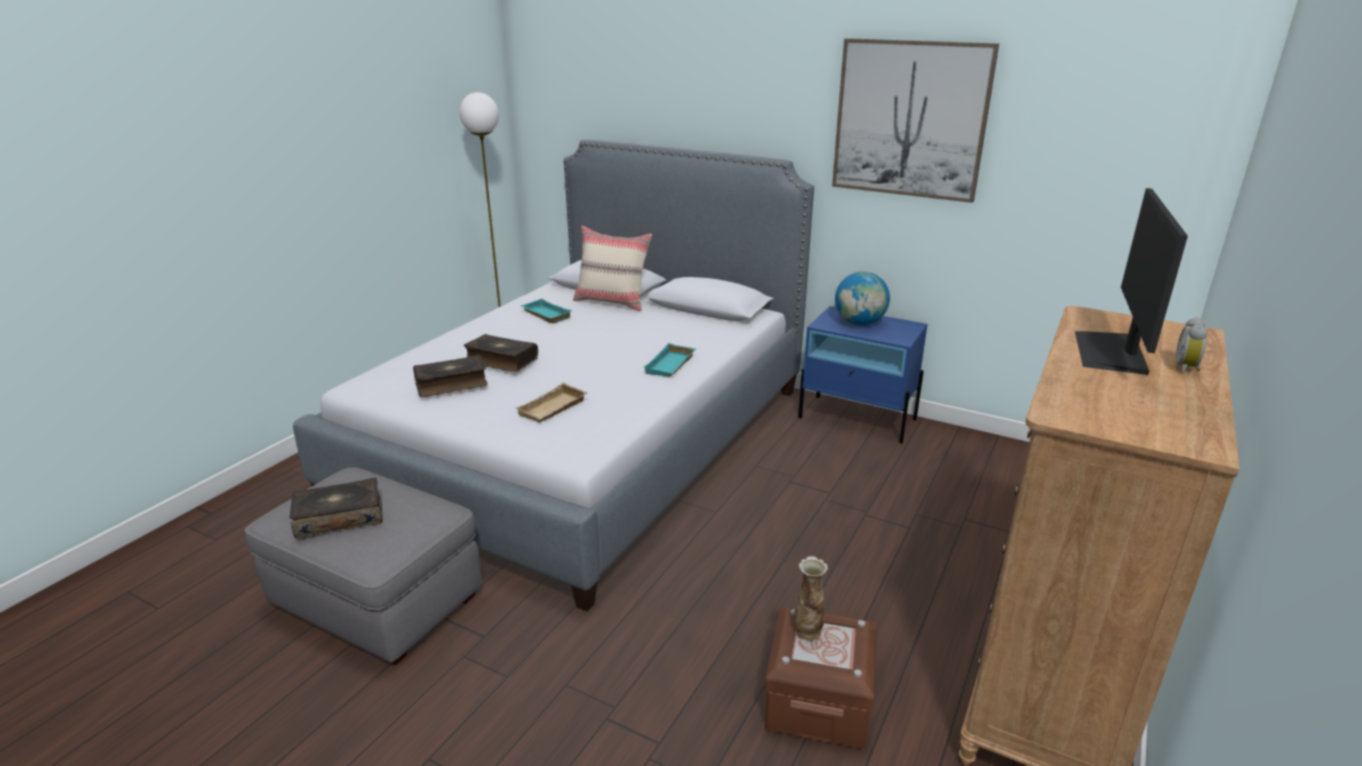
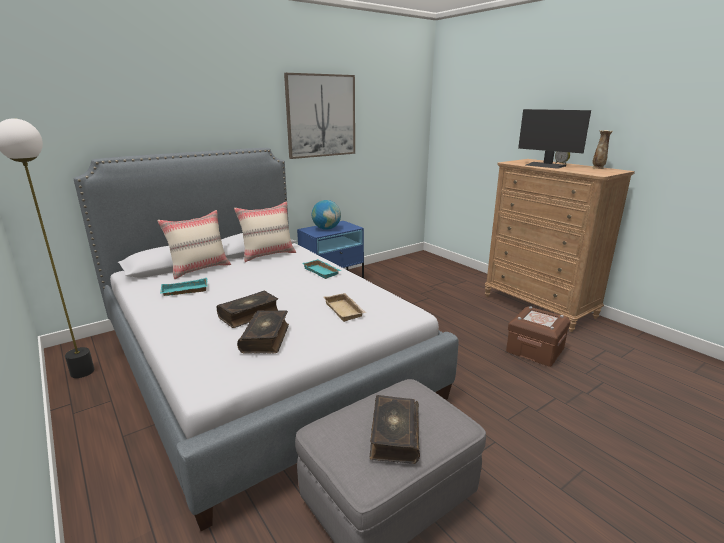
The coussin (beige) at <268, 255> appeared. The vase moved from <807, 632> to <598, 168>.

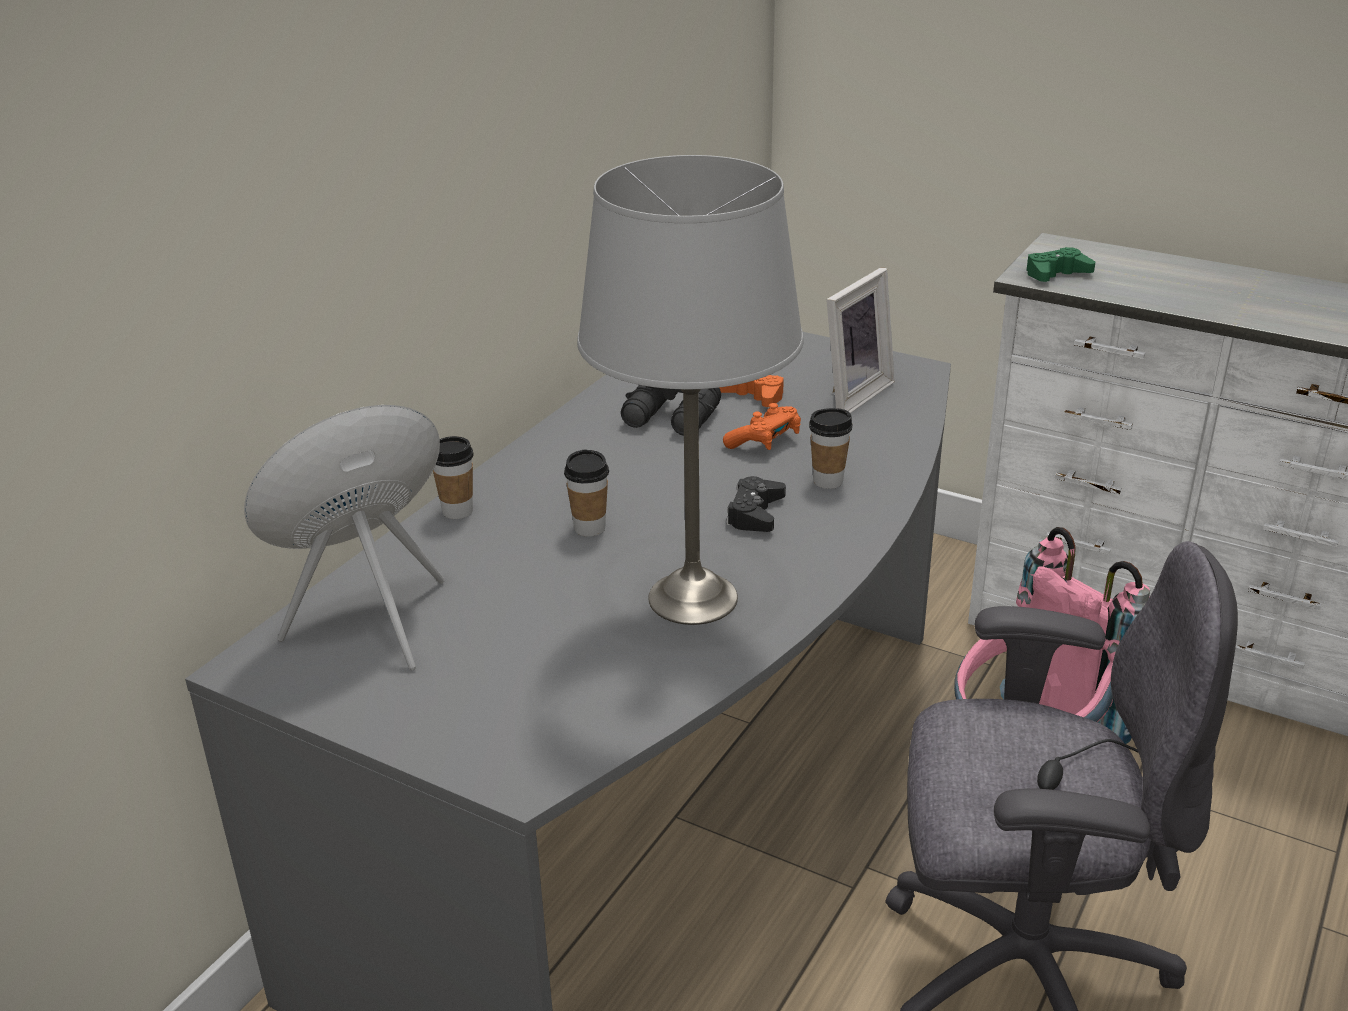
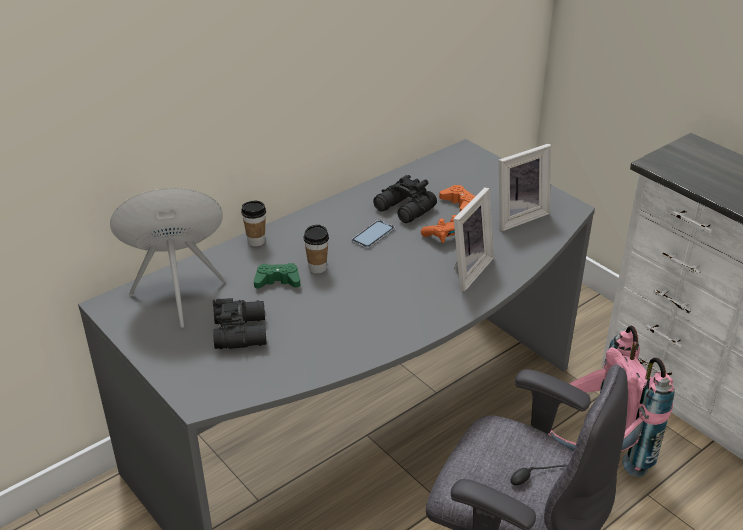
The lampe de table (gris) at <691, 599> disappeared. The manette (noir) at <755, 513> disappeared. The jumelles (noir) at <242, 331> appeared. The téléphone at <373, 235> appeared. The manette (vert) moved from <1056, 274> to <277, 281>. The tasse at <828, 481> was replaced by the cadre photo at <466, 270>.

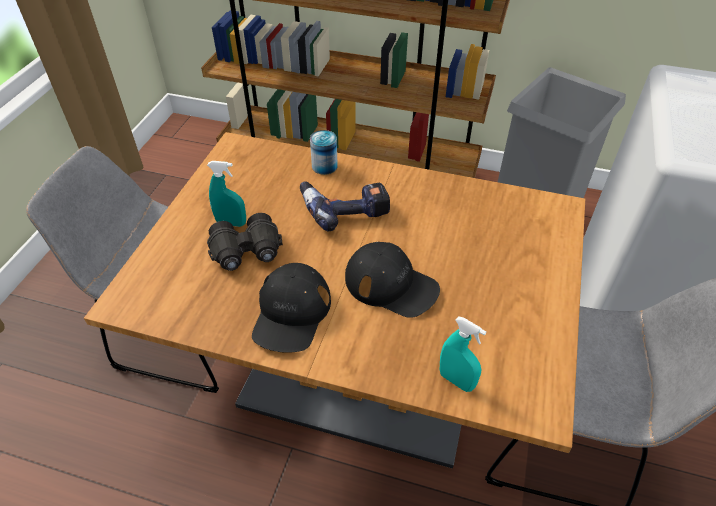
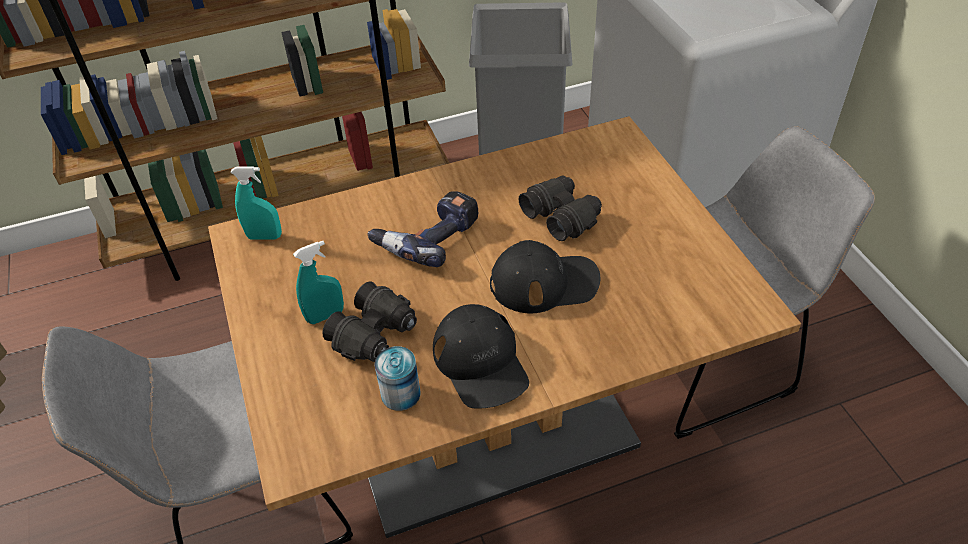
The jumelles (noir) at <561, 216> appeared. The boîte métallique moved from <324, 166> to <400, 394>. The vaporisateur (turquoise) moved from <456, 380> to <264, 236>.

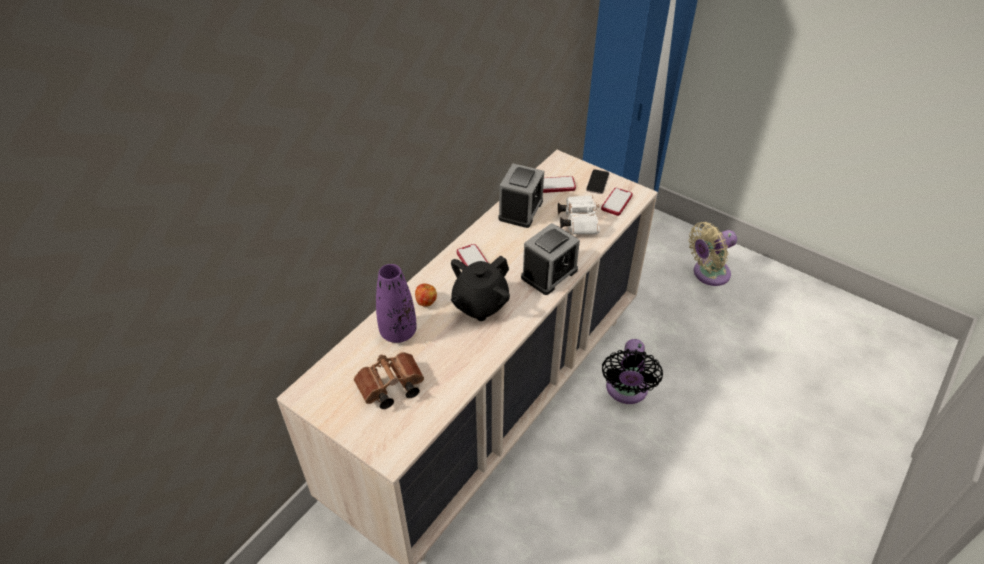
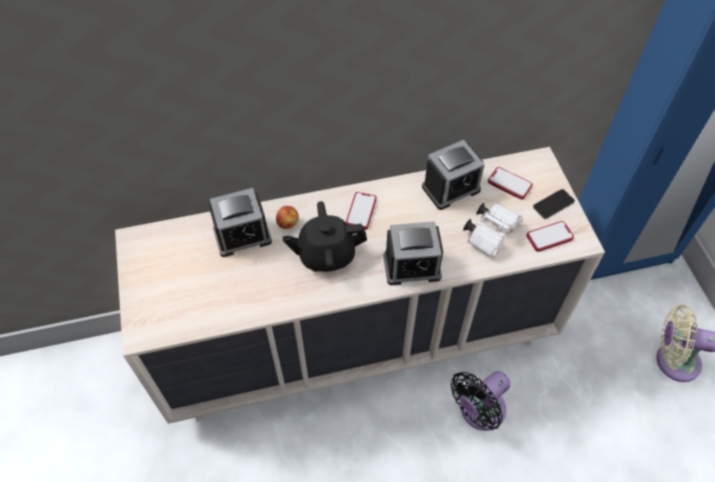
The jumelles (marron) at <389, 388> disappeared. The vase (violet) at <398, 332> was replaced by the réveil at <242, 236>.

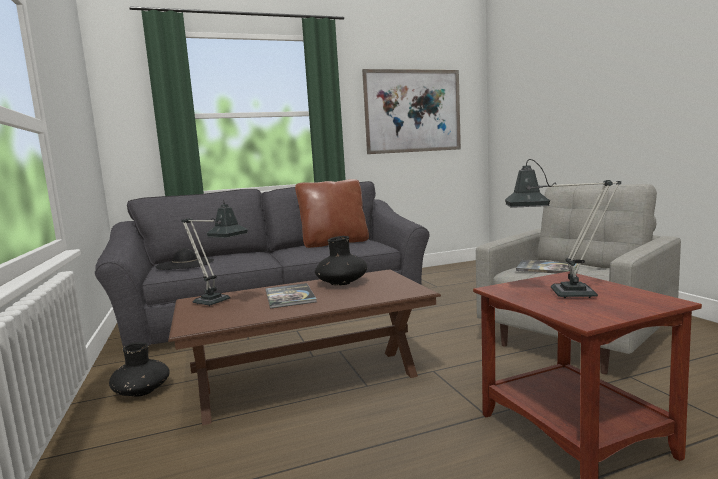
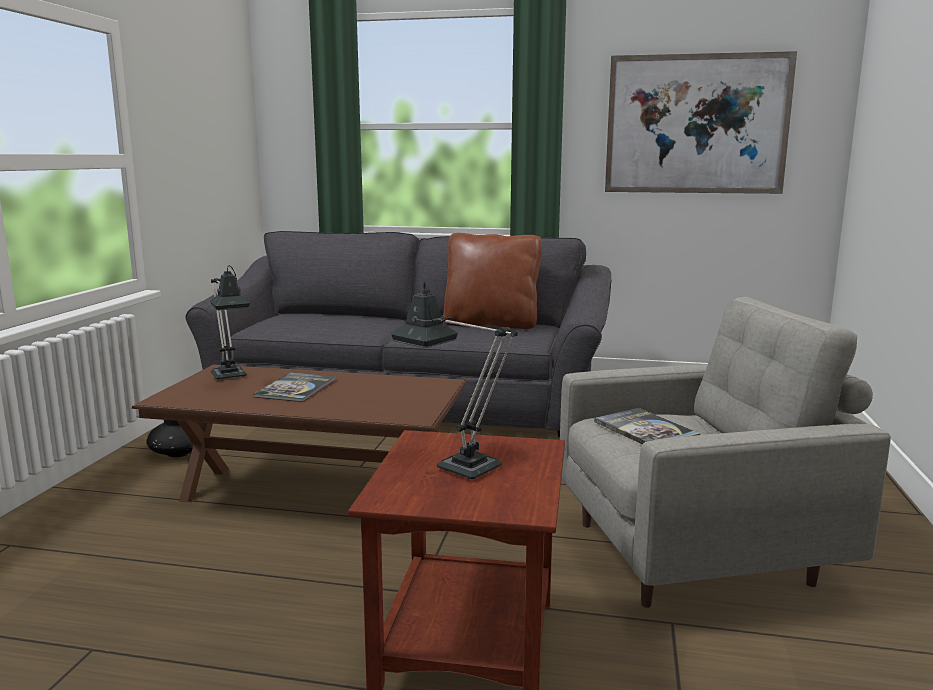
The chapeau (noir) at <185, 264> disappeared. The vase (noir) at <341, 283> disappeared.

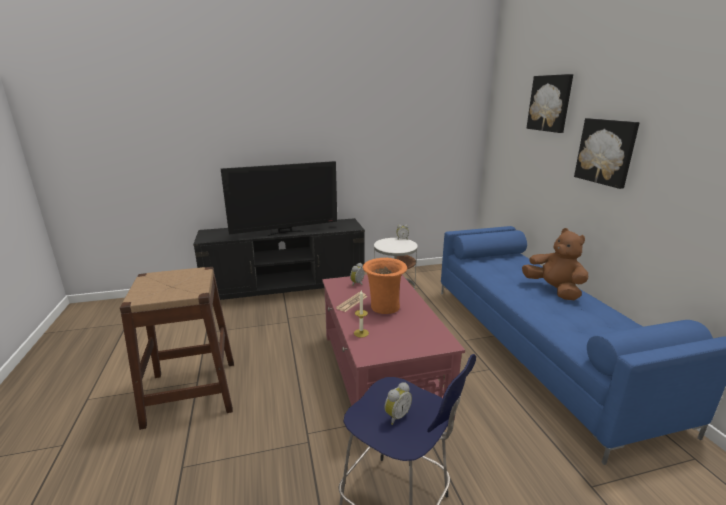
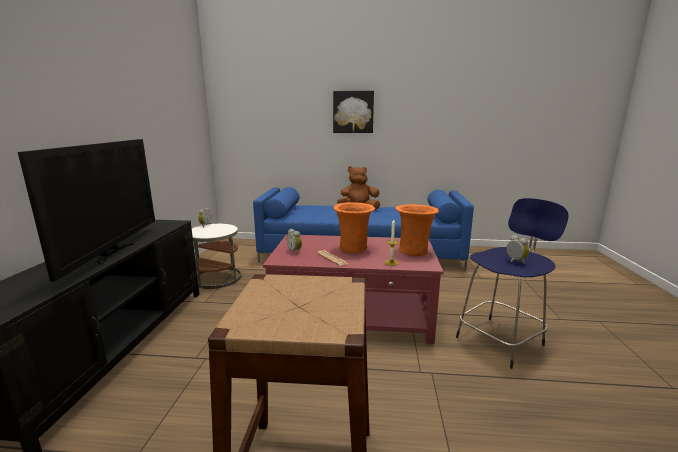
The tableau at <550, 103> disappeared. The vase (orange) at <413, 251> appeared.

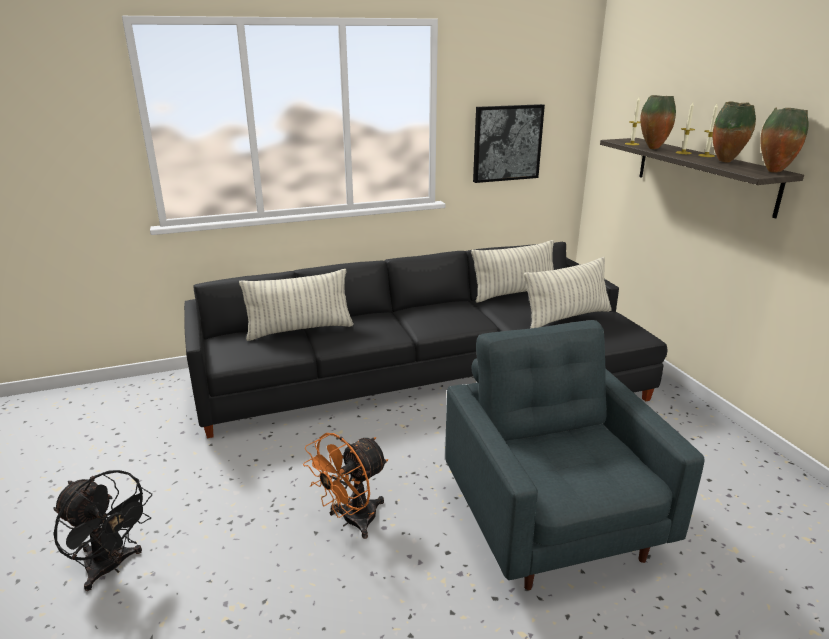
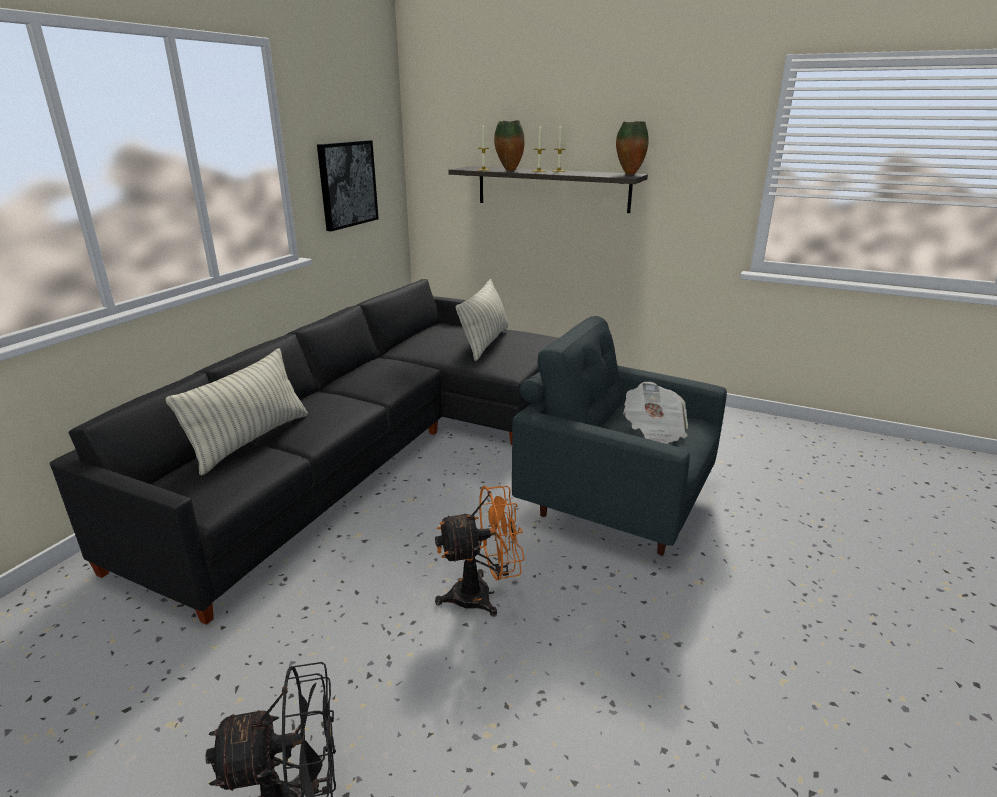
The coussin at <514, 293> disappeared. The vase at <726, 162> disappeared. The journal at <654, 431> appeared. The ventilateur (orange) at <351, 521> turned 105 degrees counterclockwise.

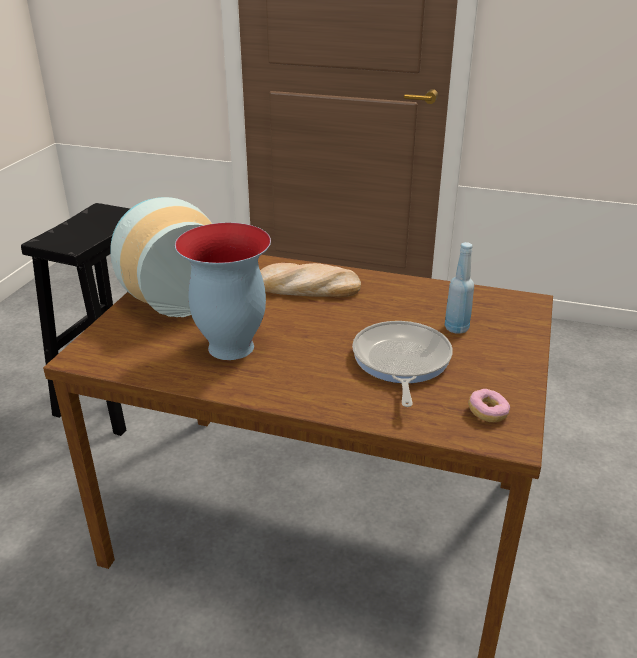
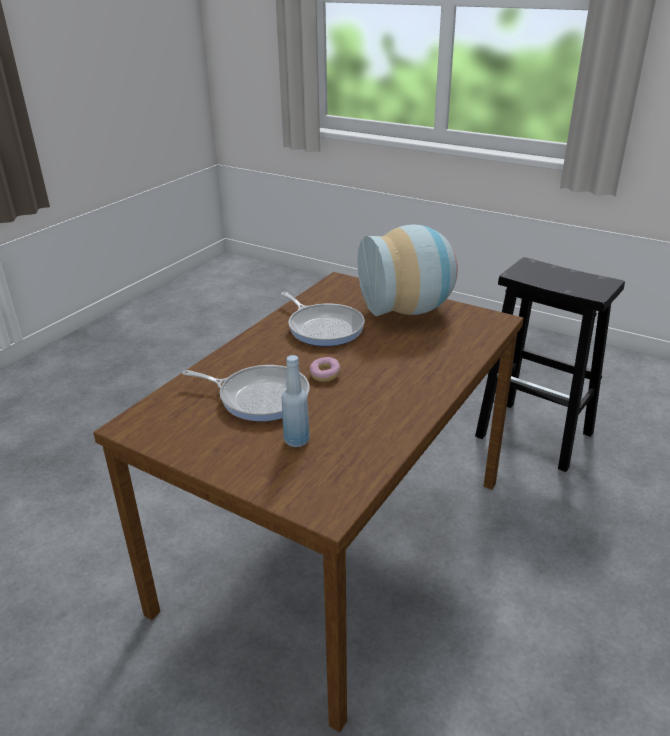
The pain at <307, 287> disappeared. The beignet moved from <487, 413> to <325, 375>. The vase at <229, 347> was replaced by the poêle at <324, 327>.

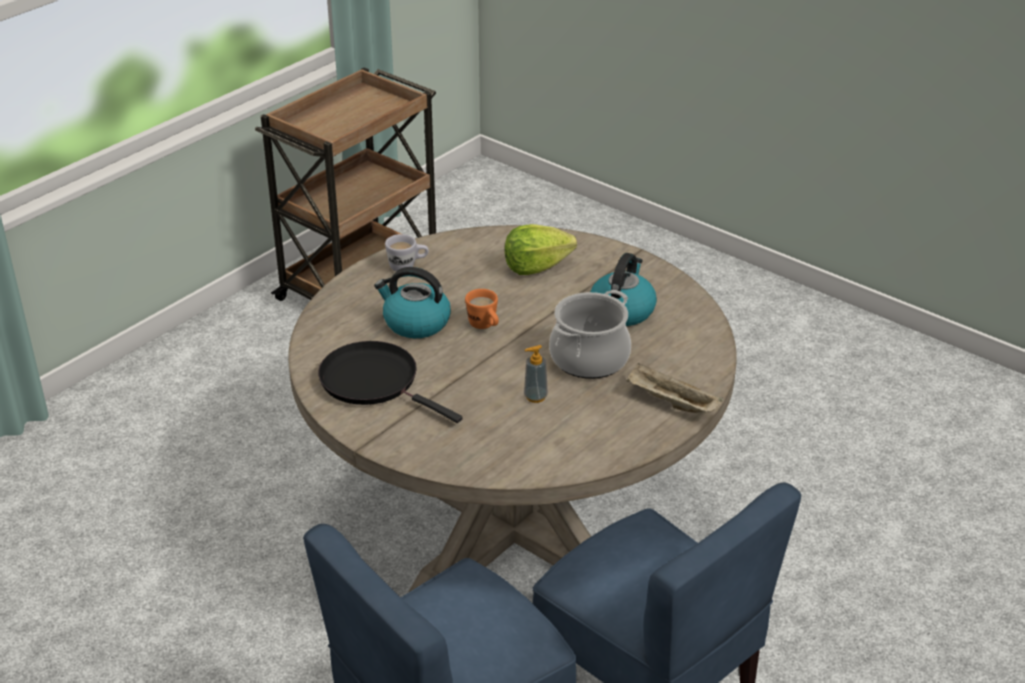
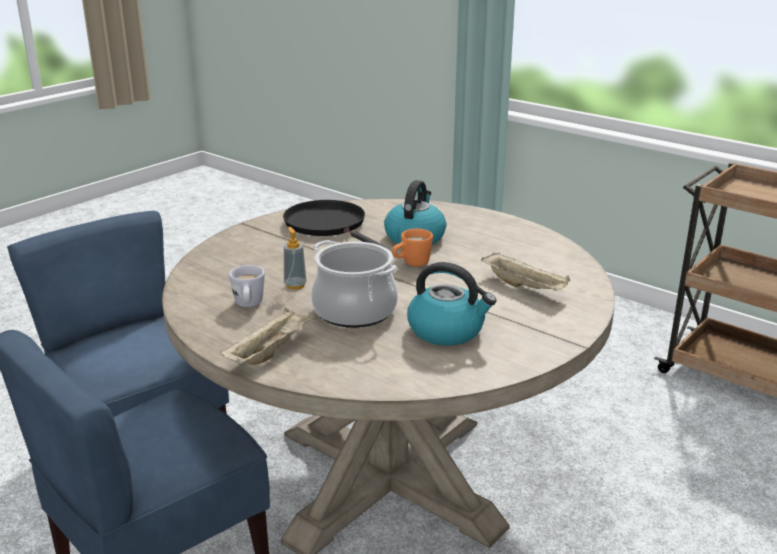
The mug (blanc) moved from <407, 266> to <248, 305>. The laitue at <536, 267> was replaced by the plateau (beige) at <525, 287>. The poêle (noir) at <374, 382> turned 75 degrees counterclockwise.

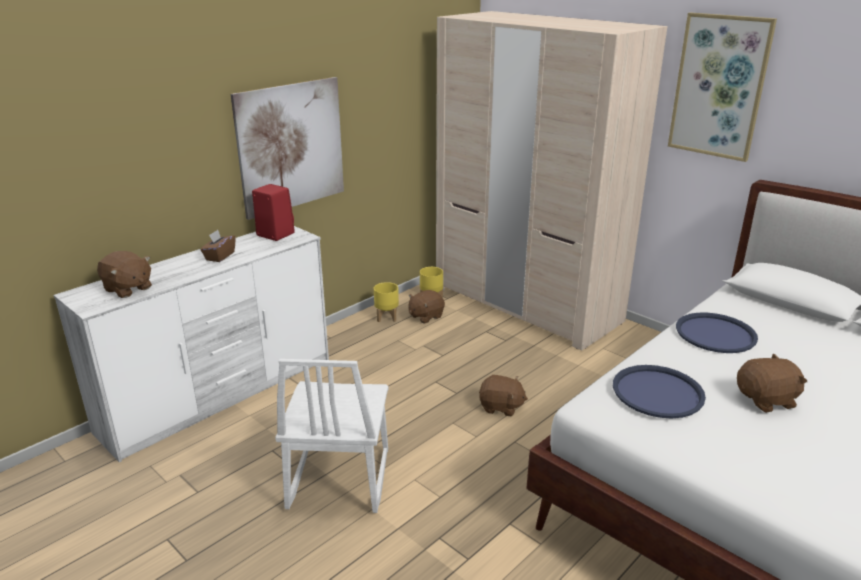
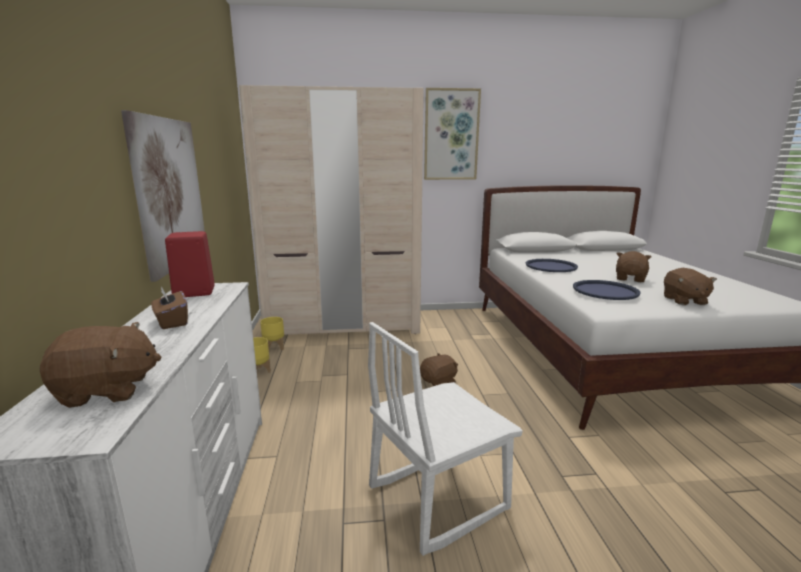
The peluche (marron) moved from <425, 316> to <684, 300>. The chaise (blanc) at <338, 479> turned 105 degrees clockwise.

